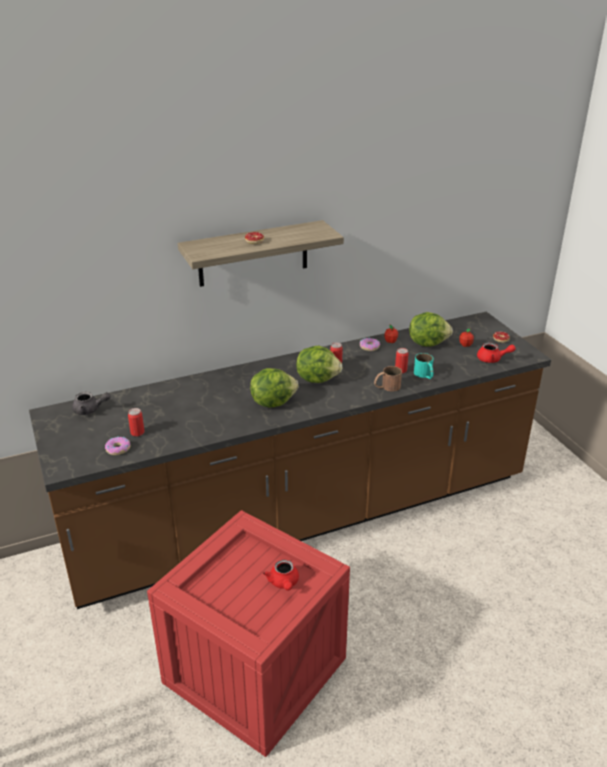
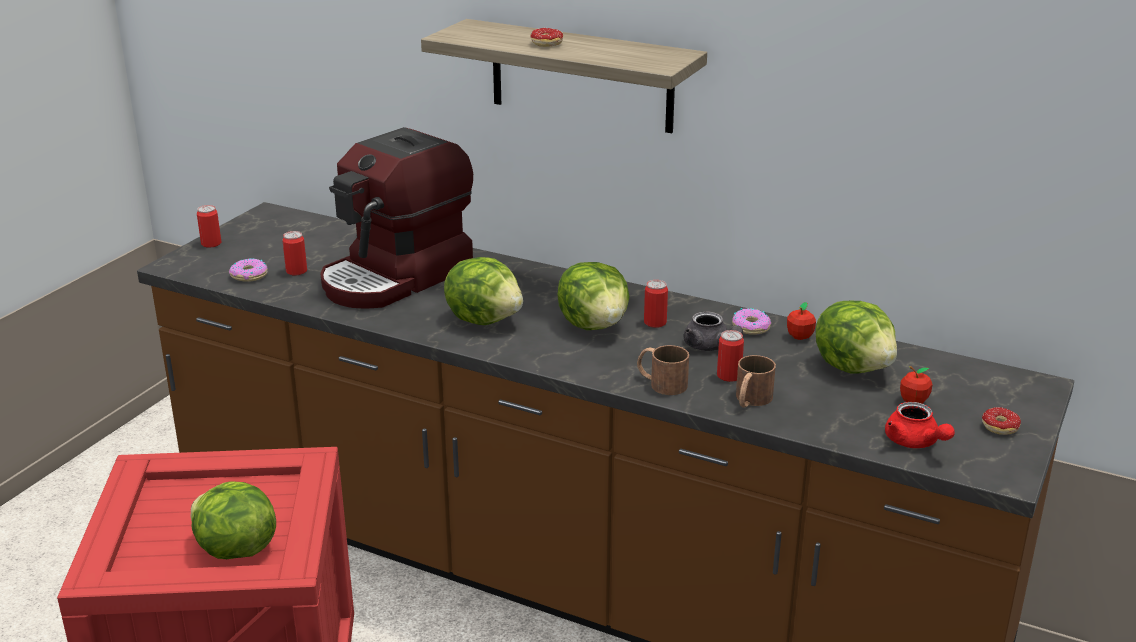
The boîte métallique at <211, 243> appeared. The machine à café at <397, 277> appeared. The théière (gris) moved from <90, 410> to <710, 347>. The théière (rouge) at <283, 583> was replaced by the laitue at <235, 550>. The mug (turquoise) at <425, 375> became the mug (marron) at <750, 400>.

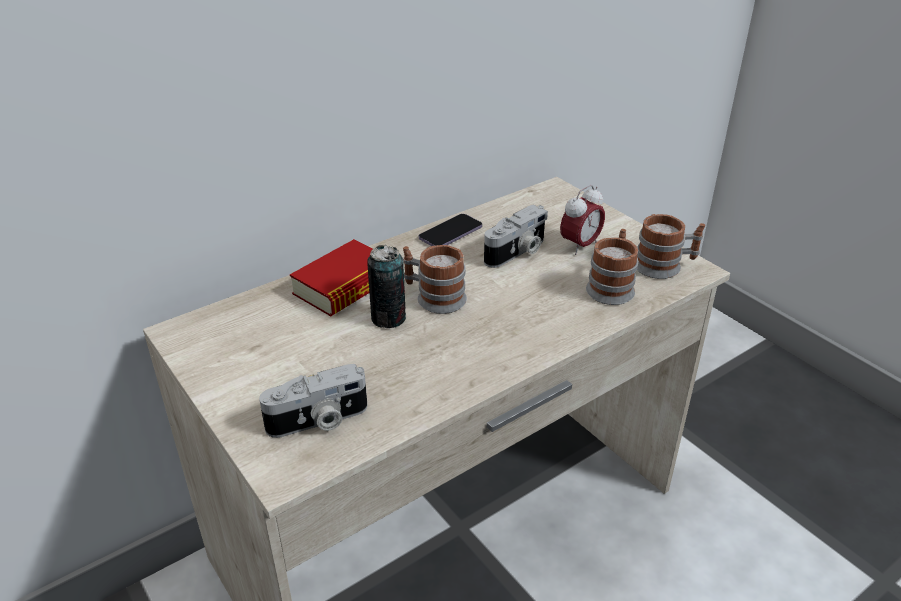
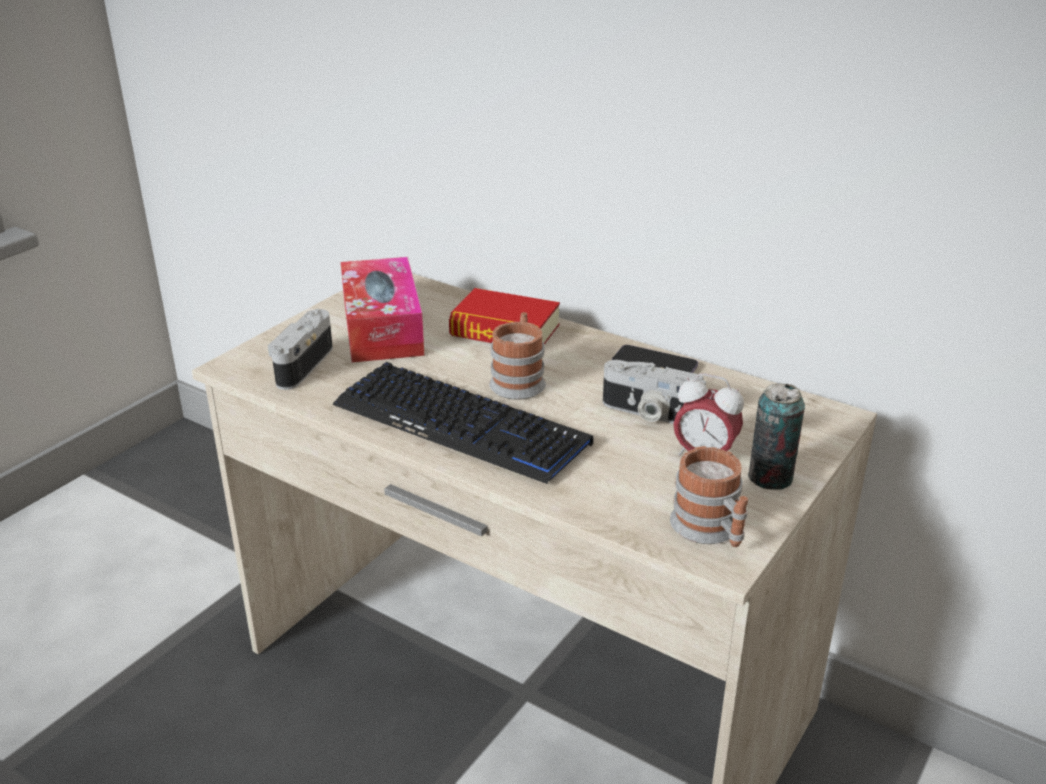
The mug at <611, 286> disappeared. The clavier at <460, 425> appeared. The boîte à mouchoirs at <382, 327> appeared. The boîte métallique moved from <388, 318> to <770, 478>. The appareil photo at <318, 421> turned 60 degrees clockwise.

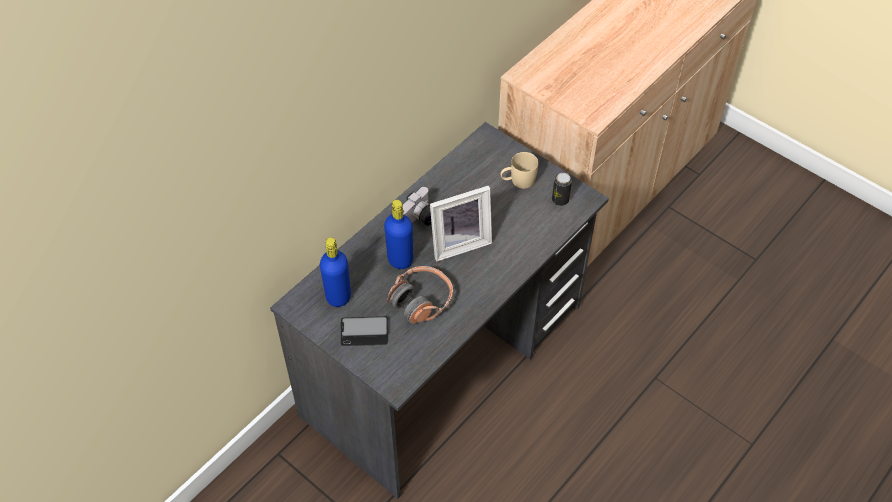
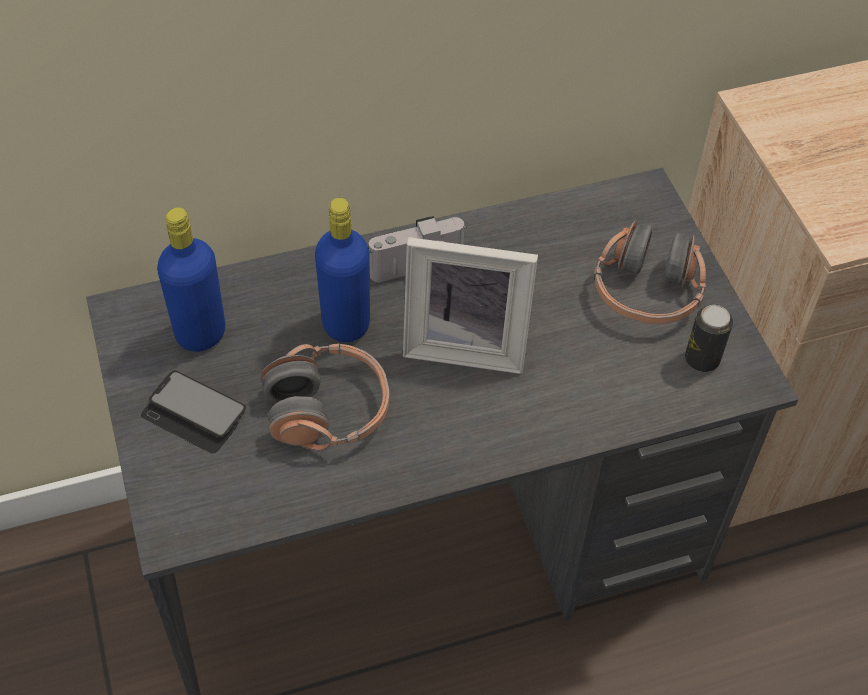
The mug (beige) at <518, 181> was replaced by the casque audio at <647, 291>.

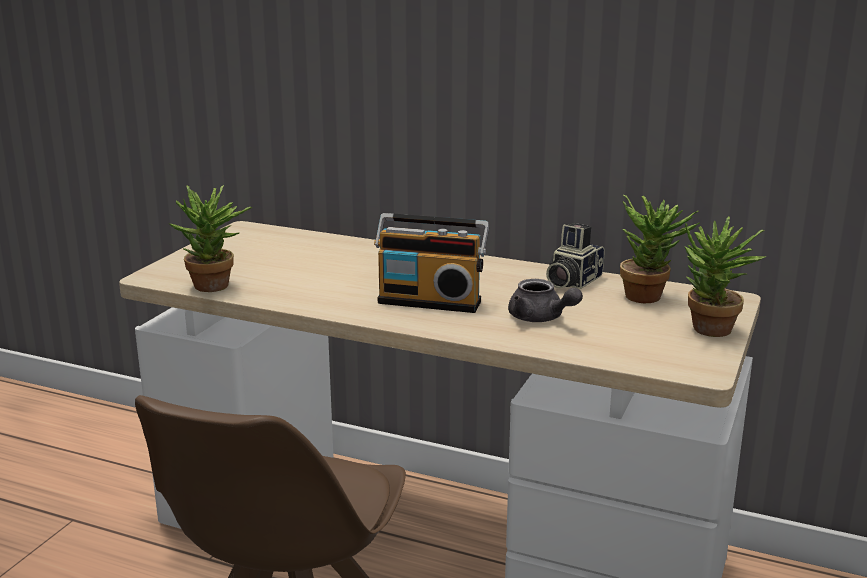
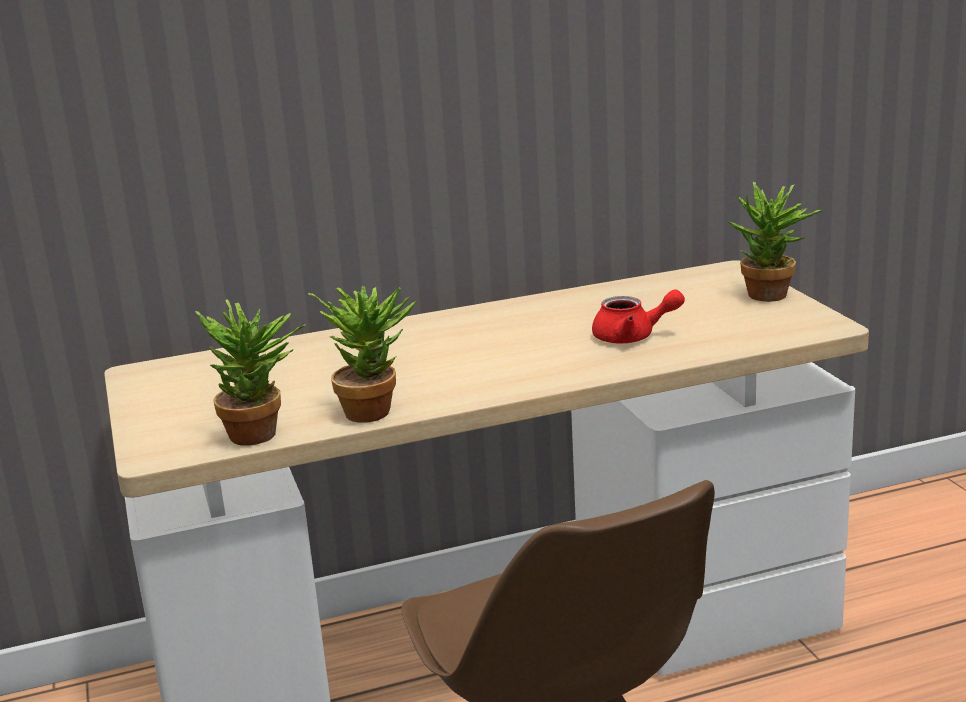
The radio at <431, 301> disappeared. The appareil photo at <571, 281> disappeared. The plante en pot moved from <650, 296> to <374, 409>. The théière (gris) at <540, 318> became the théière (rouge) at <632, 337>.

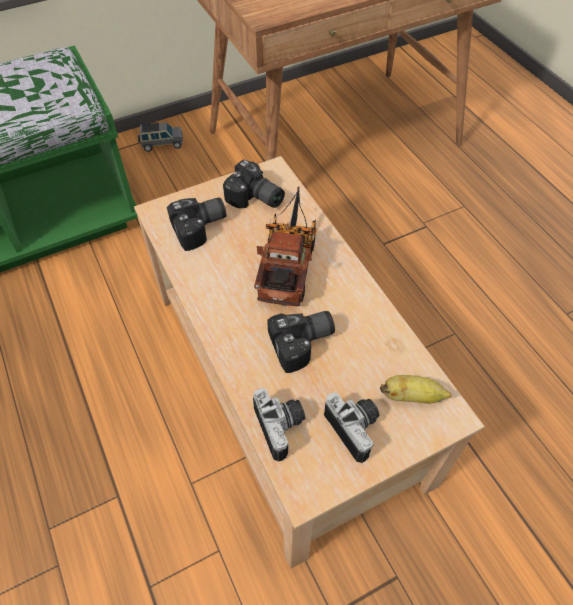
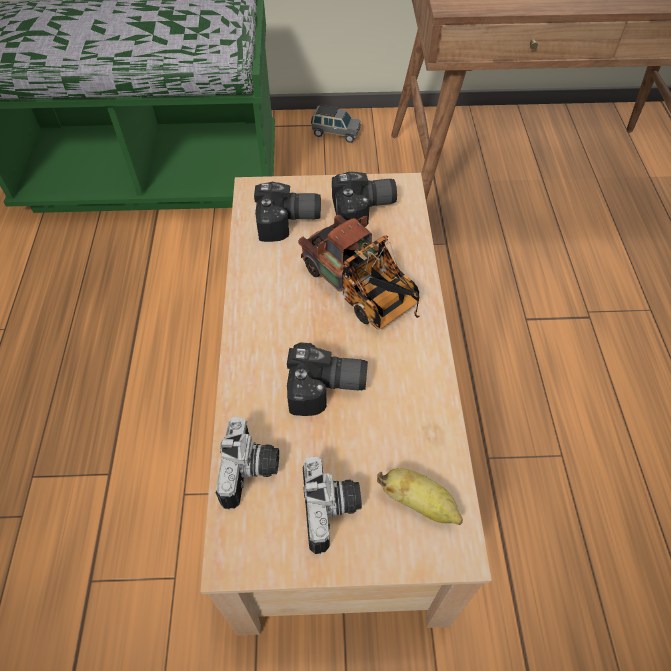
The appareil photo at <255, 199> turned 75 degrees counterclockwise. The camion jouet at <289, 262> turned 105 degrees clockwise.

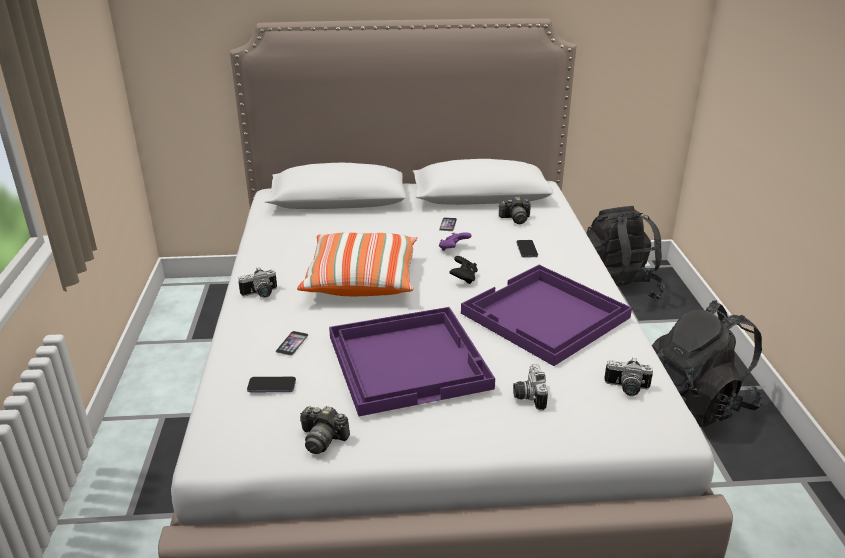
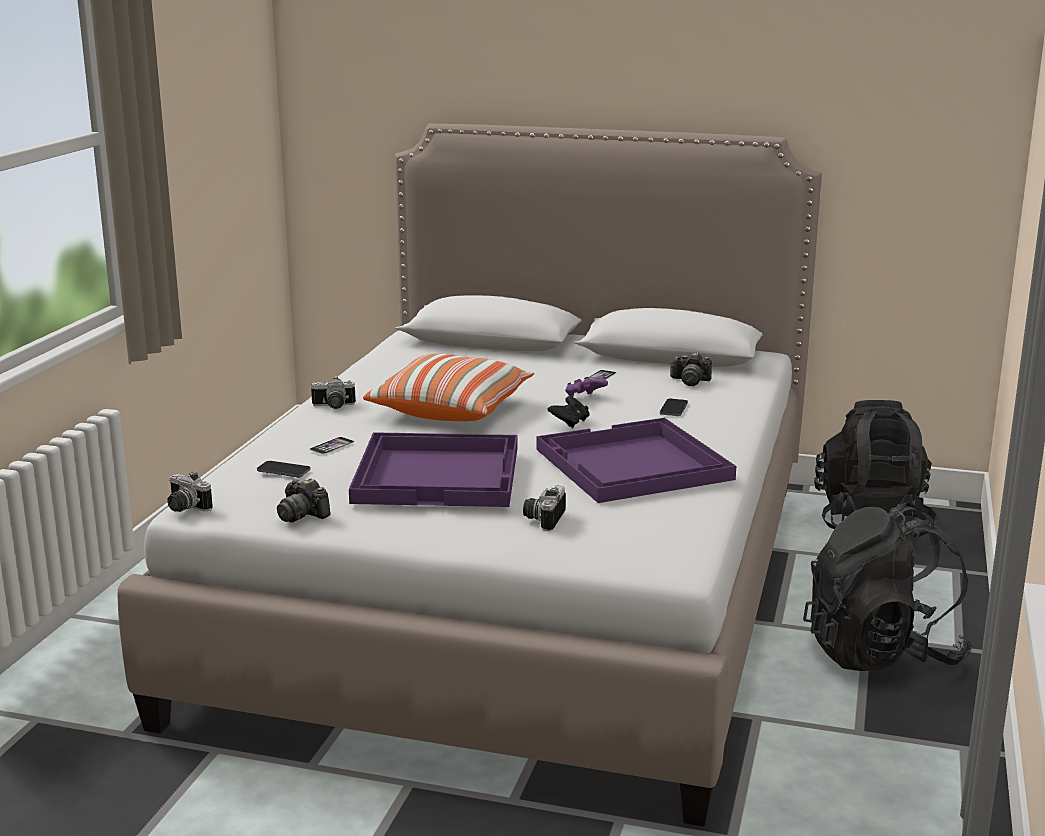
The appareil photo moved from <626, 389> to <184, 508>.

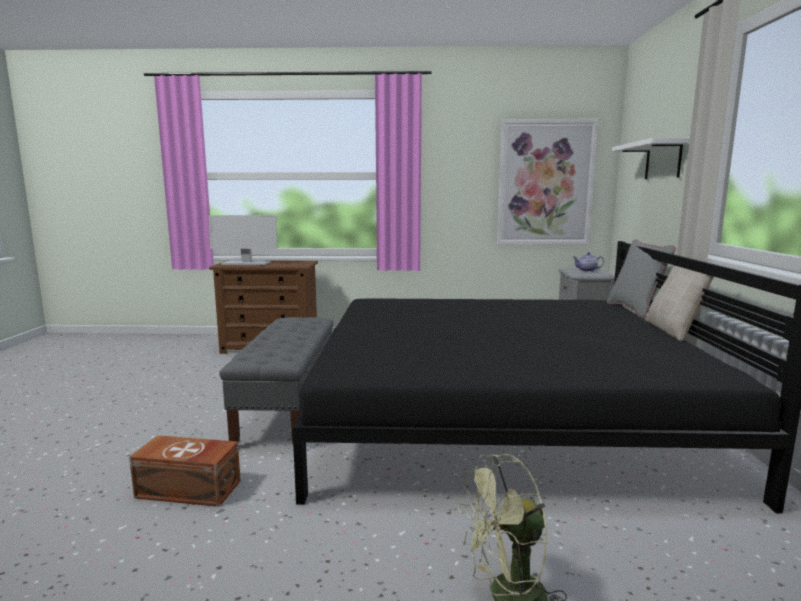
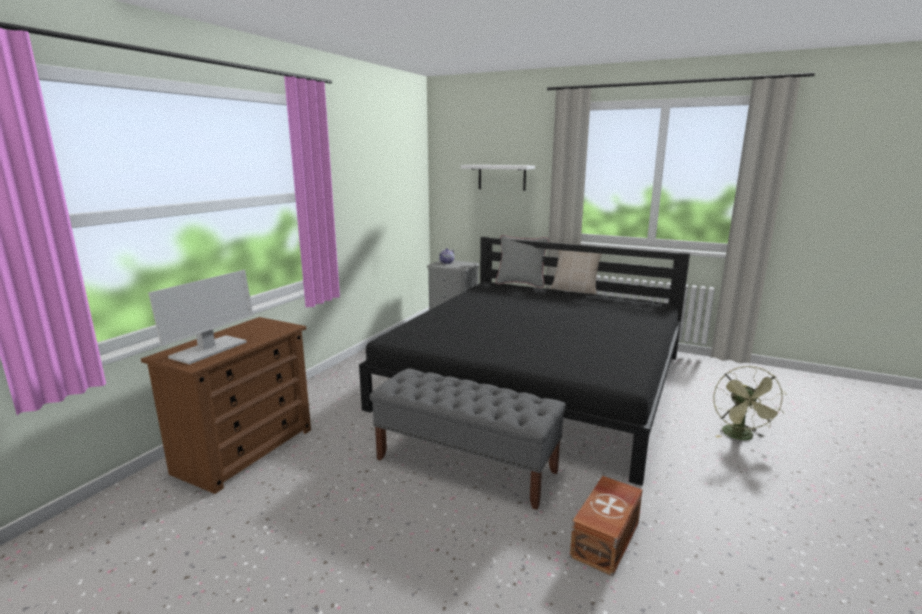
The tableau at <545, 183> disappeared.

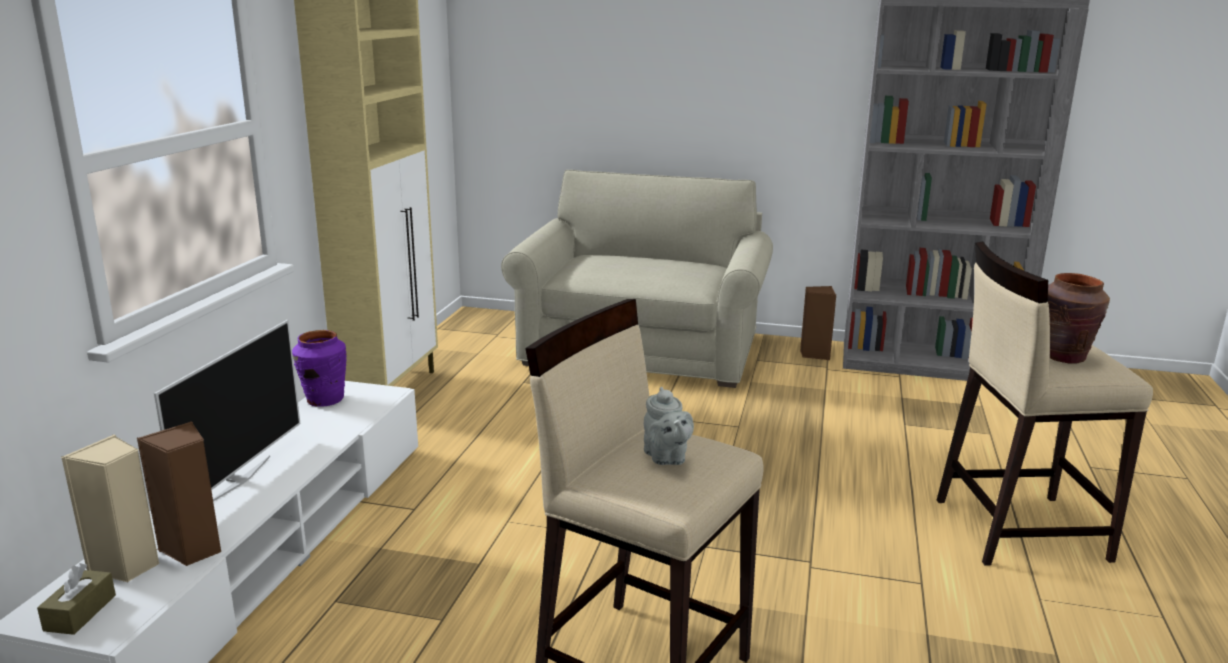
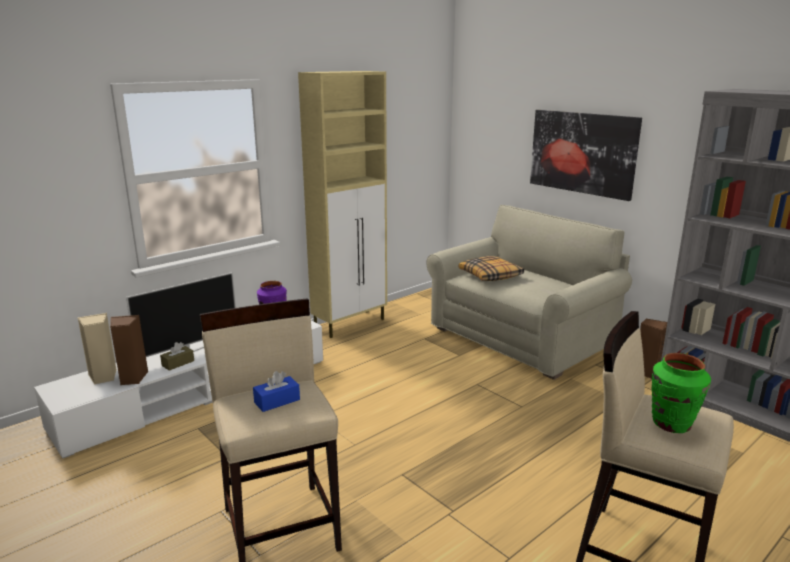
The coussin at <490, 276> appeared. The tableau at <582, 153> appeared. The boîte à mouchoirs (marron) moved from <80, 613> to <178, 363>. The théière (gris) at <666, 458> was replaced by the boîte à mouchoirs (bleu) at <277, 401>. The vase (marron) at <1063, 356> became the vase (vert) at <672, 424>.

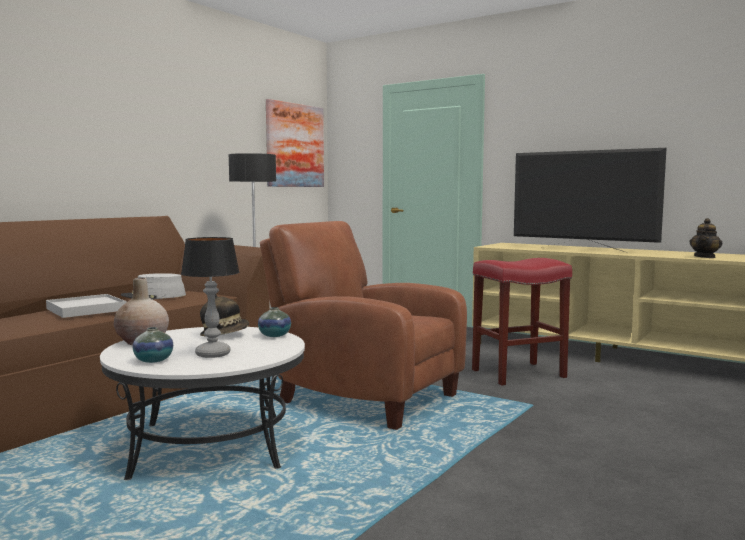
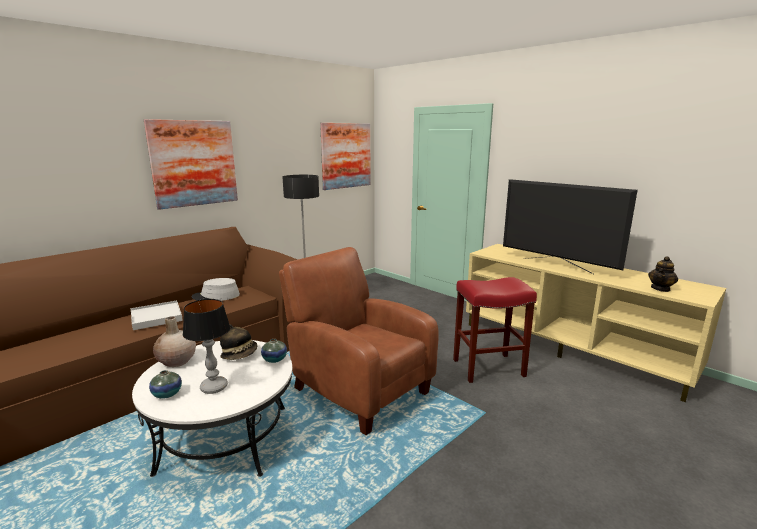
The tableau at <194, 163> appeared.

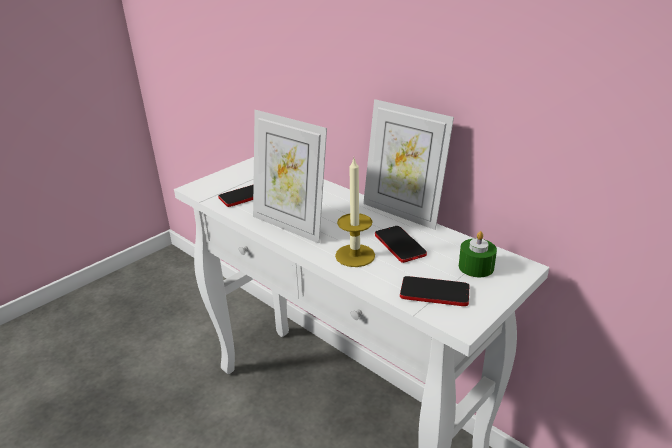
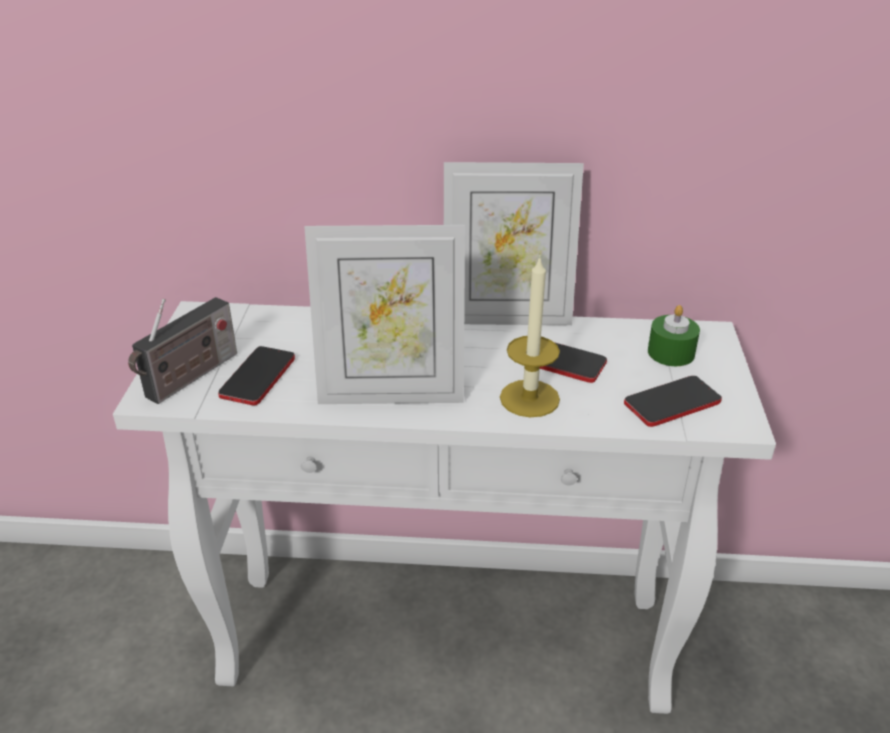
The radio at <189, 378> appeared.

